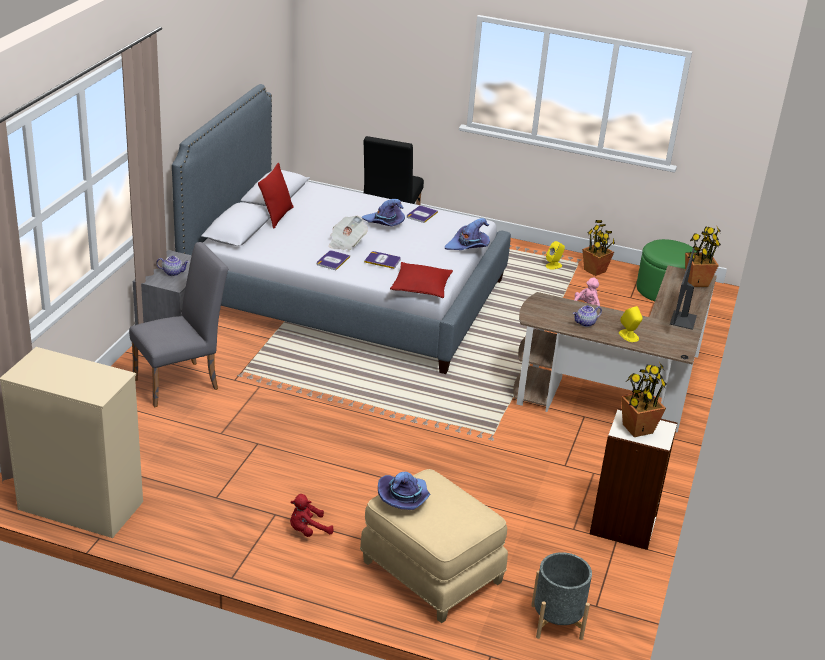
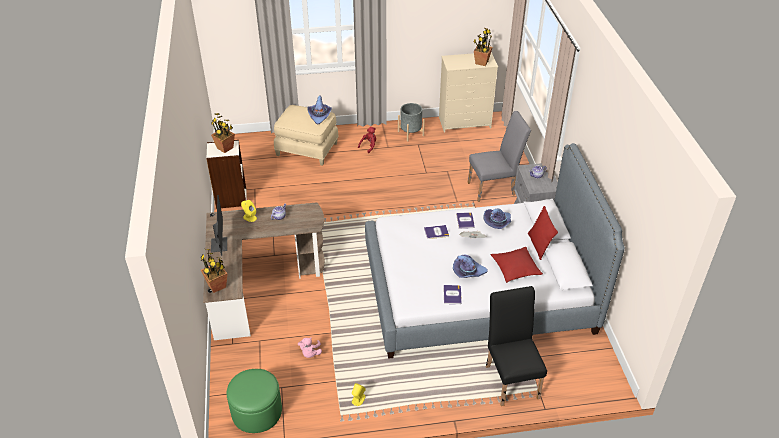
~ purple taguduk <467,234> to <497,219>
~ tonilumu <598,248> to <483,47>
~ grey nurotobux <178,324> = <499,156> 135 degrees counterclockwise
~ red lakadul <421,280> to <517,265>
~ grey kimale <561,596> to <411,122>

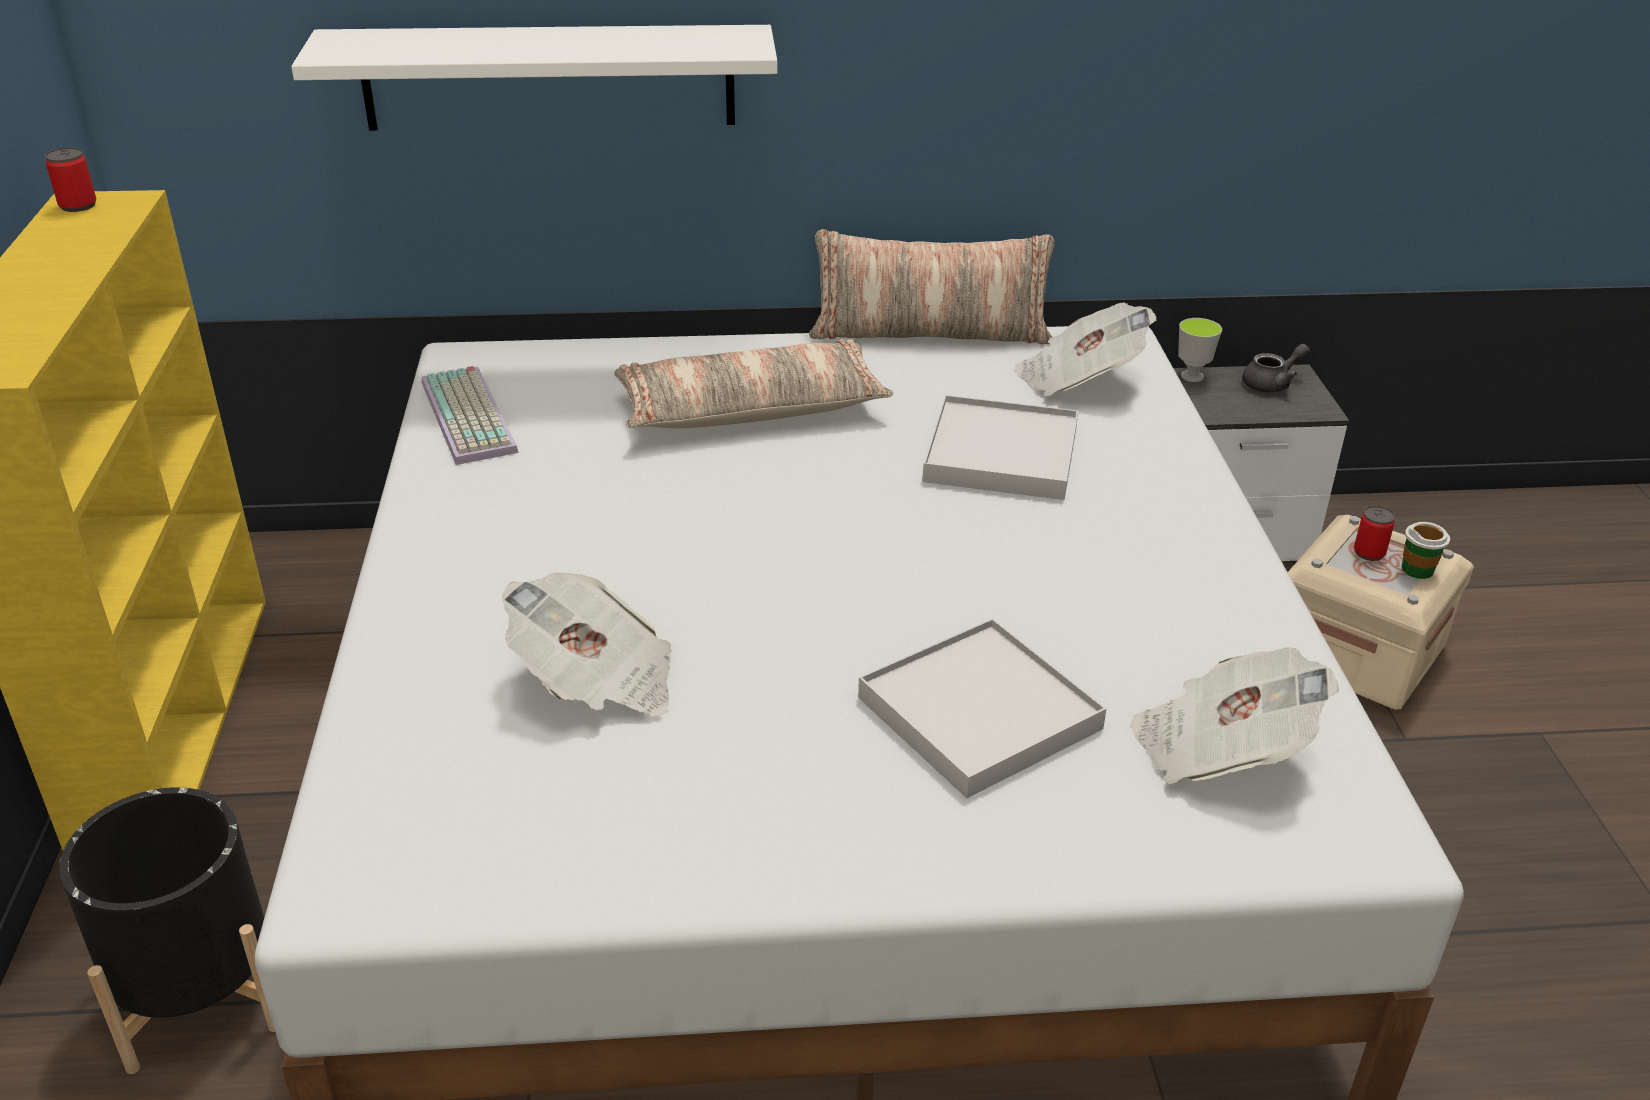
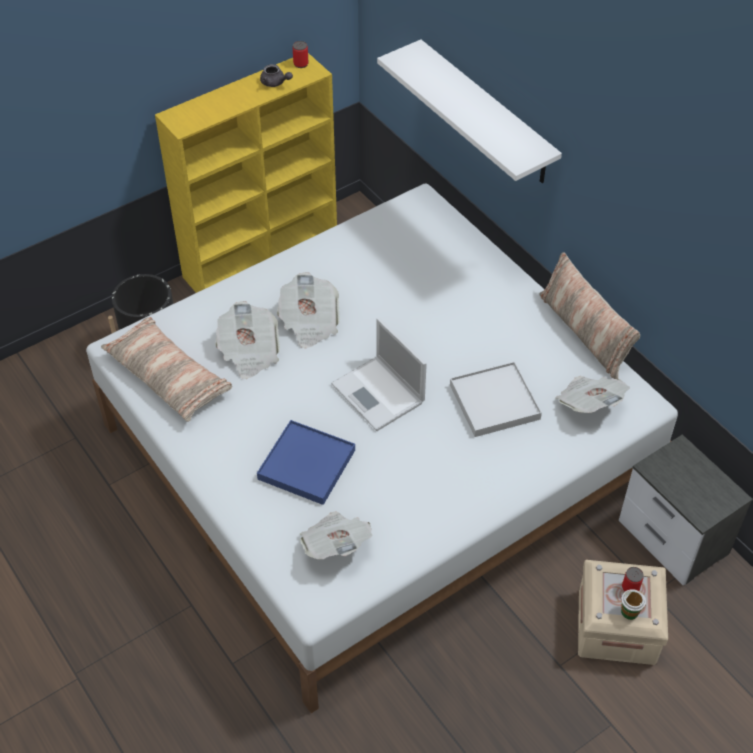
- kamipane <1200,350>
~ lakadul <753,383> to <166,369>
~ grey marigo <1276,368> to <276,75>
- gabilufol <470,415>
~ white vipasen <982,708> to blue vipasen <306,462>
+ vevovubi <308,310>
+ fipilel <379,374>

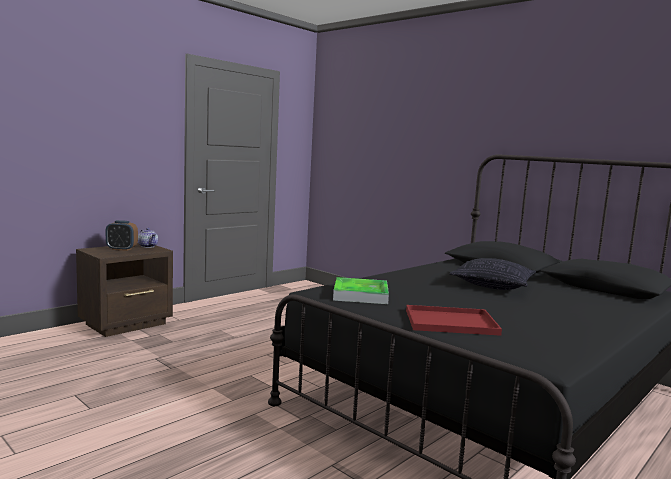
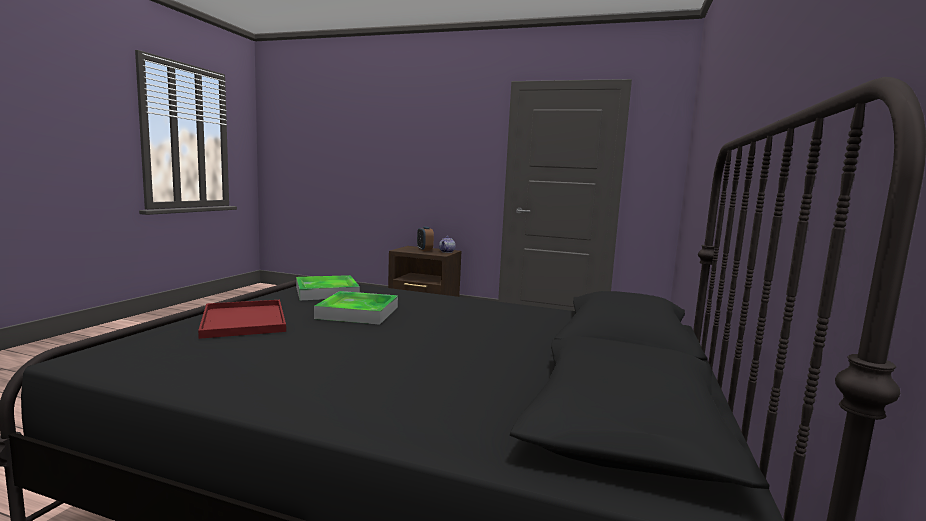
- lakadul <492,274>
+ vipasen <356,308>

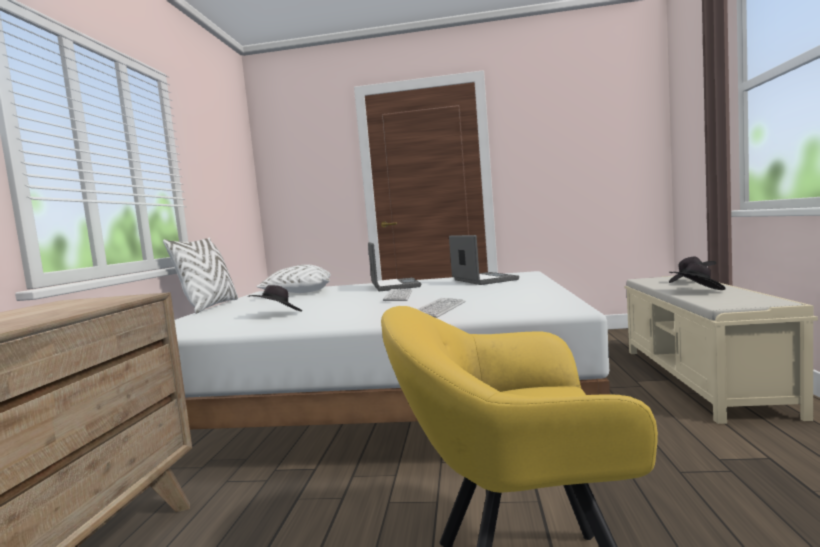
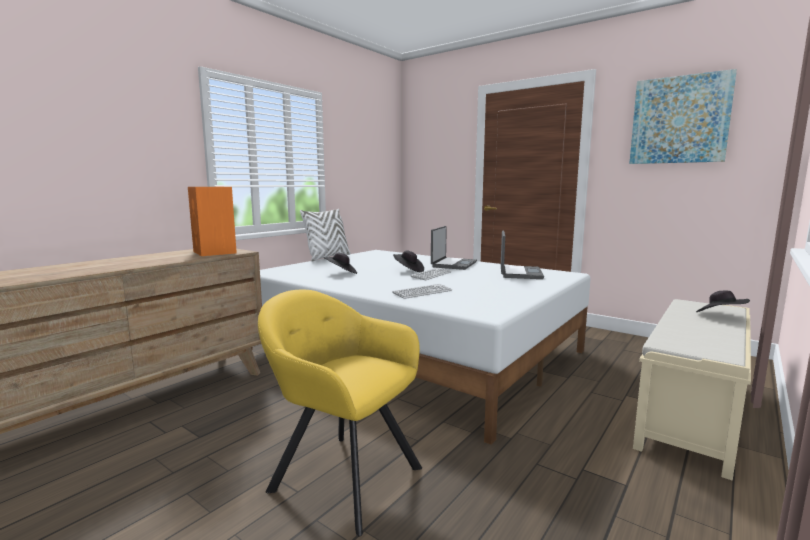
~ black taguduk <697,276> to <408,261>
- white lakadul <293,279>
+ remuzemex <683,116>
+ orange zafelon <212,221>

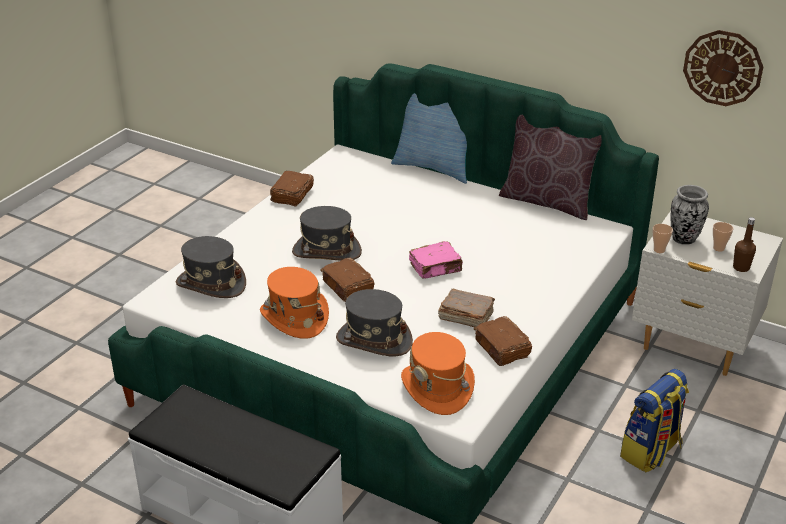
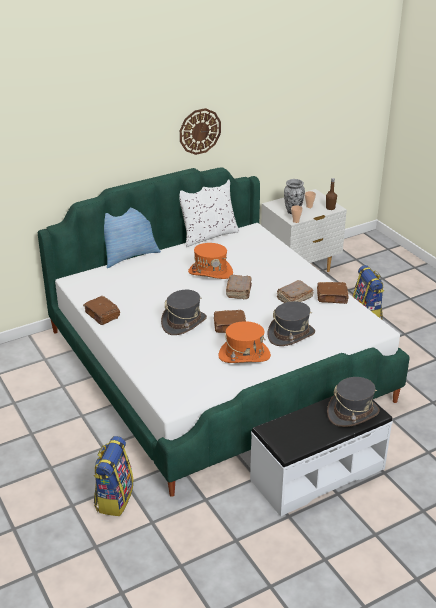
~ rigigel <723,68> to <200,131>
~ brown lakadul <550,167> to white lakadul <209,213>
~ grey taguduk <211,267> to <353,402>
~ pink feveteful <436,259> to brown feveteful <239,287>
~ orange taguduk <438,373> to <210,261>
+ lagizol <114,476>

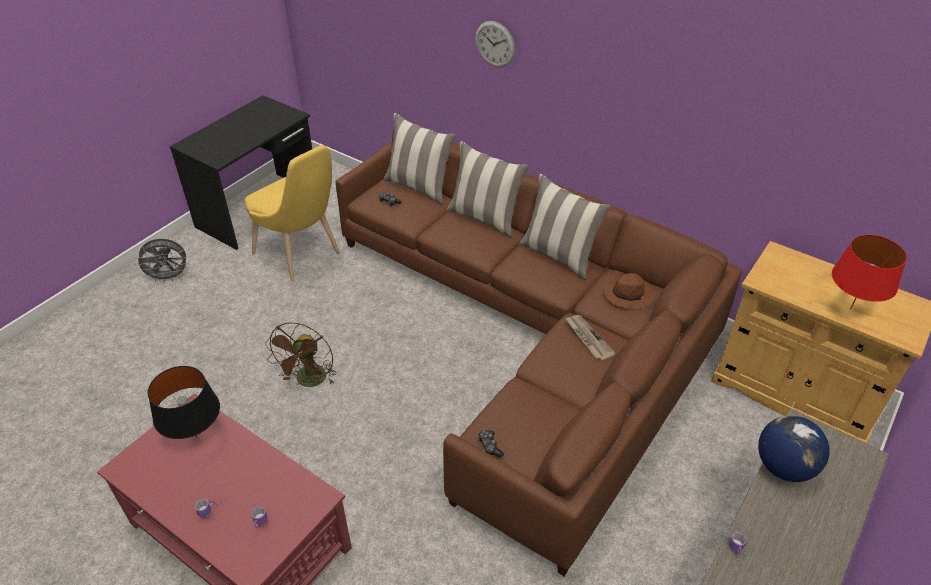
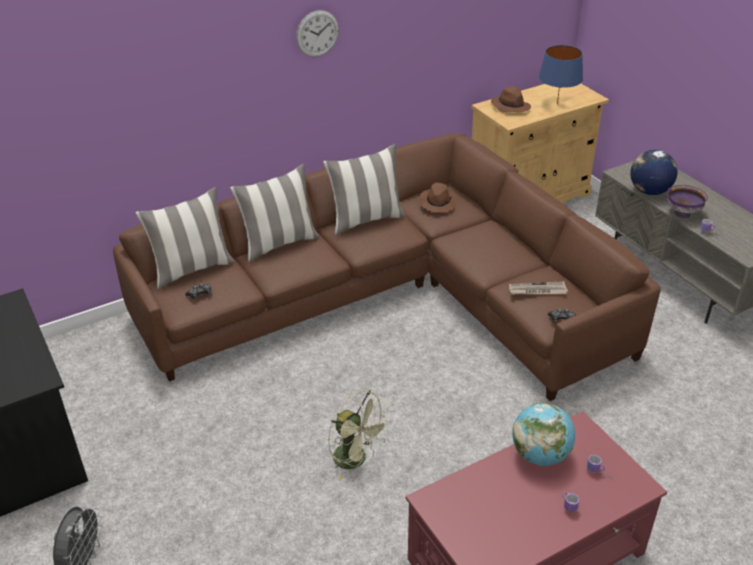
~ rigigel <495,44> to <317,33>
- yellow nurotobux <292,213>
~ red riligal <869,272> to blue riligal <560,74>
~ vevovubi <590,337> to <538,288>
~ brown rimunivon <301,355> to green rimunivon <359,435>
- black riligal <184,402>
+ brown taguduk <511,99>
+ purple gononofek <687,201>
+ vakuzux <543,434>

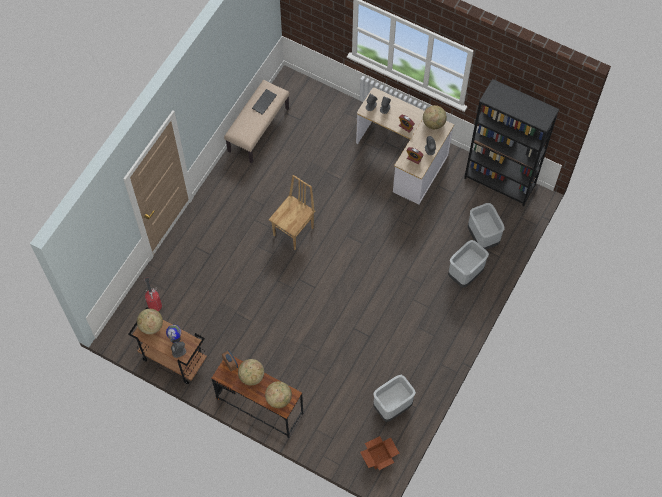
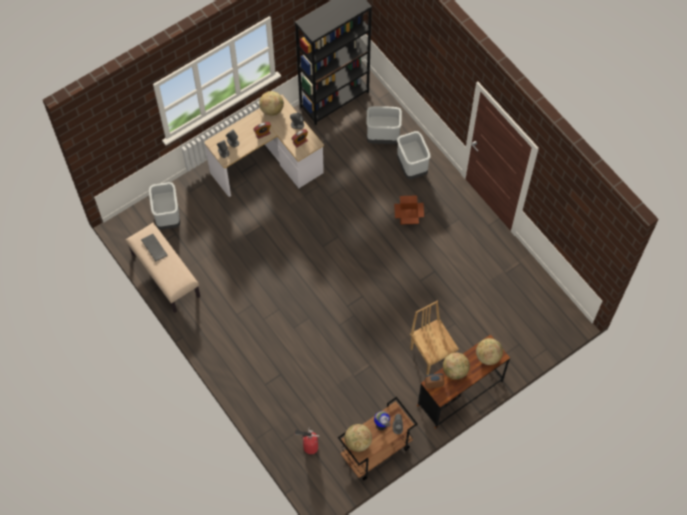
~ brown nurotobux <292,212> to <434,338>
~ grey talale <394,398> to <164,206>
~ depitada <380,453> to <409,209>

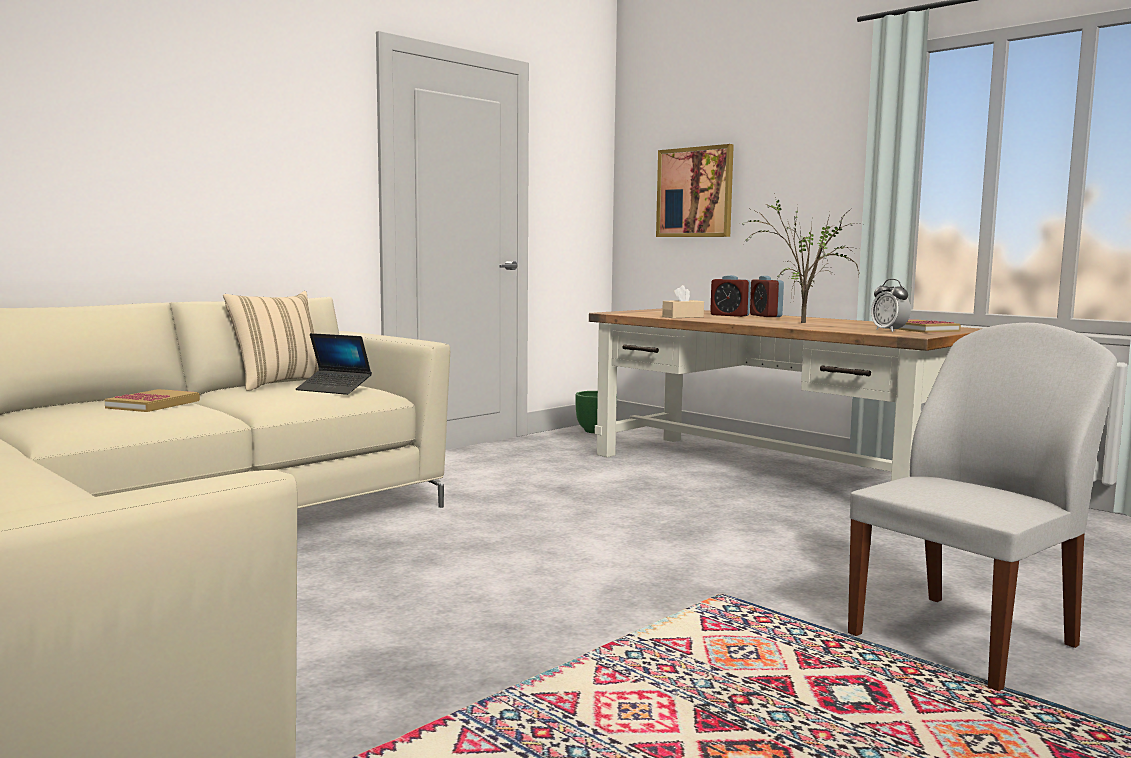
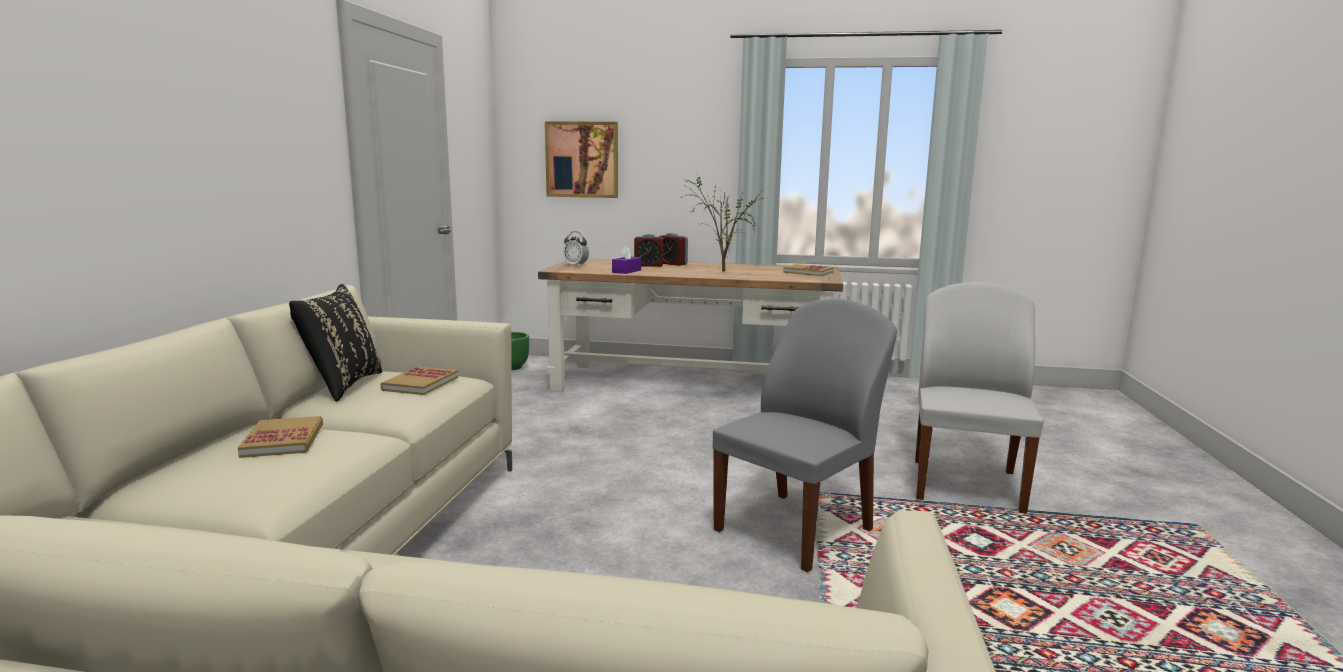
~ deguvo <891,305> to <576,249>
~ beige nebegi <683,301> to purple nebegi <626,260>
~ beige lakadul <271,341> to black lakadul <335,343>
~ fipilel <334,364> to feveteful <419,380>
+ grey nurotobux <805,435>

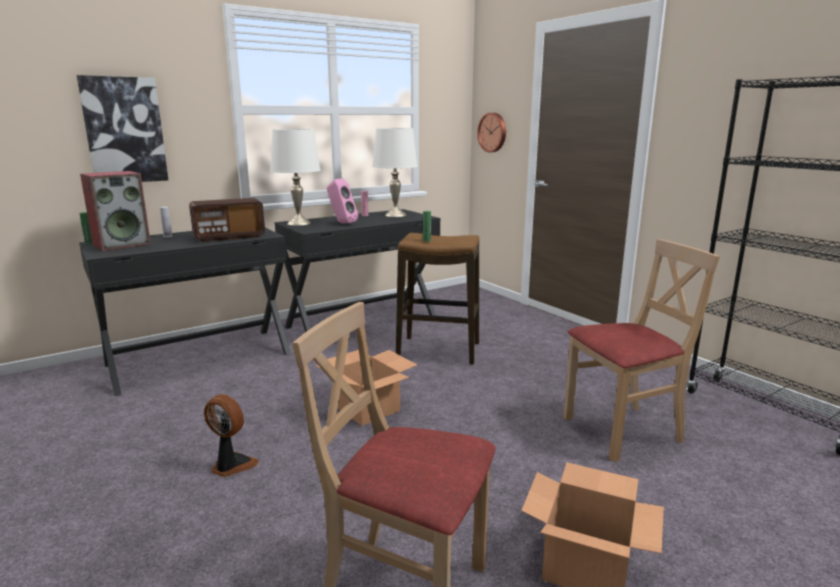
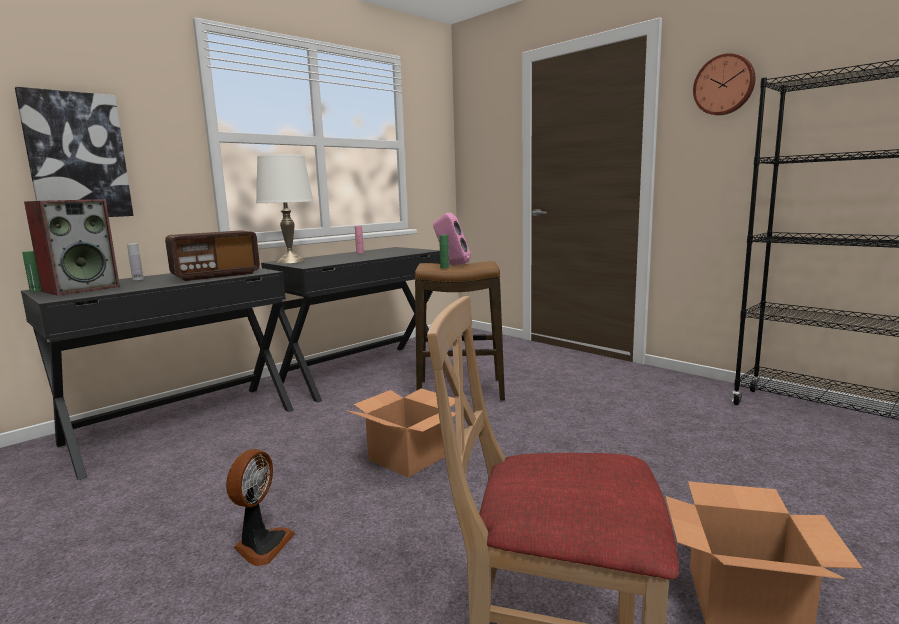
~ rigigel <491,132> to <724,84>
- white riligal <395,172>
~ pink zafelon <342,201> to <452,239>
- beige nurotobux <641,350>
~ rimunivon <231,435> = <260,507> 90 degrees clockwise

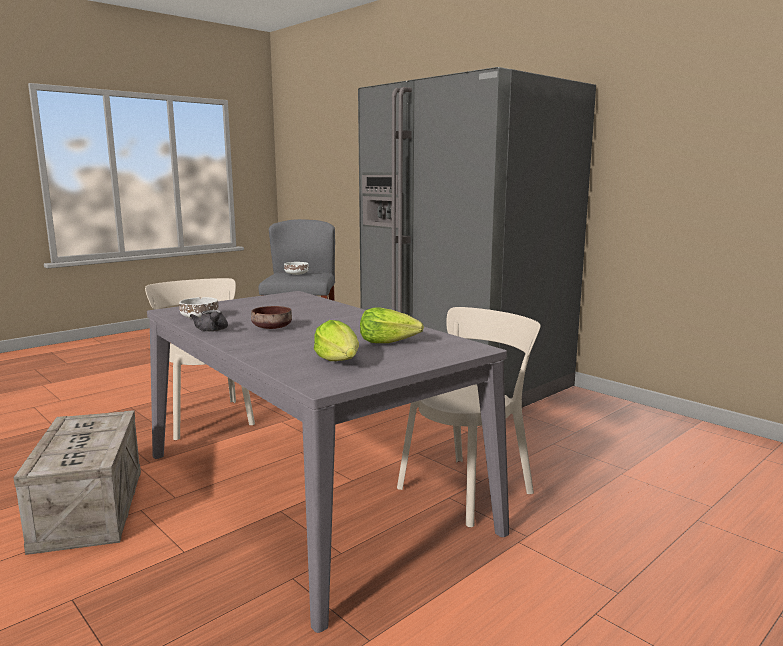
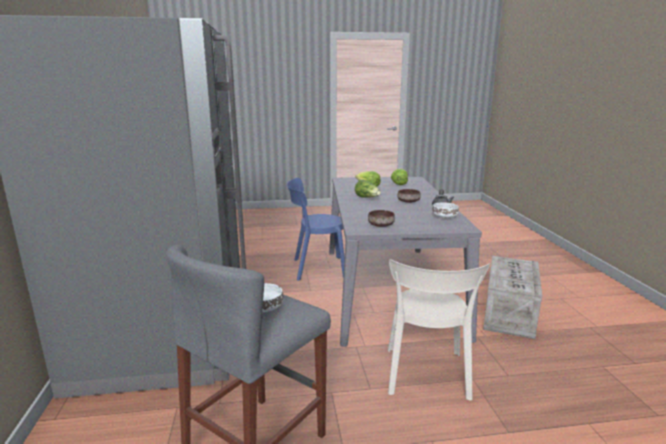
~ beige nurotobux <469,417> to blue nurotobux <316,229>
+ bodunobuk <368,188>
+ brown gononofek <381,218>

